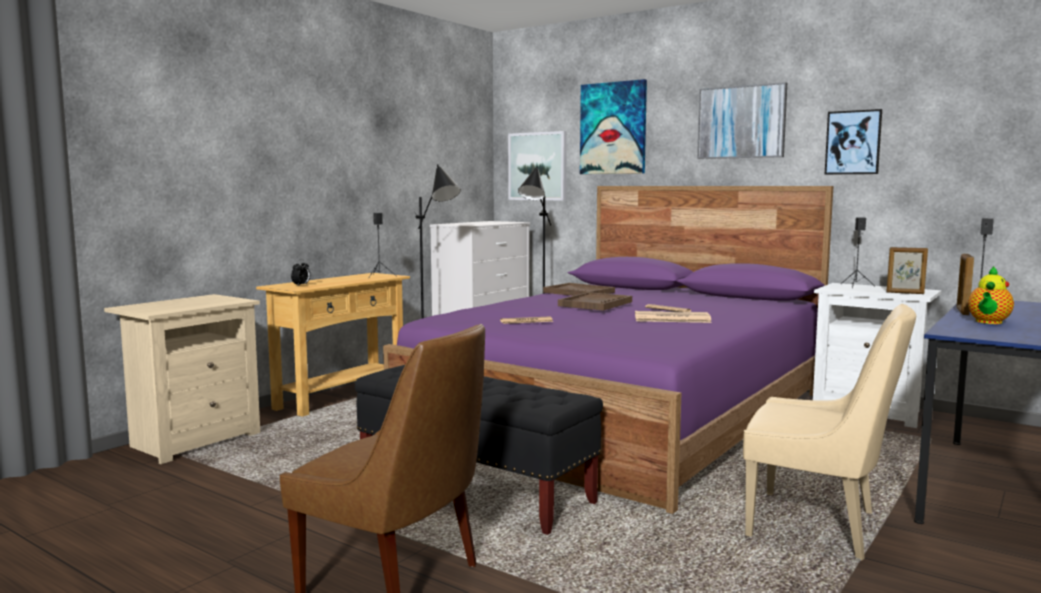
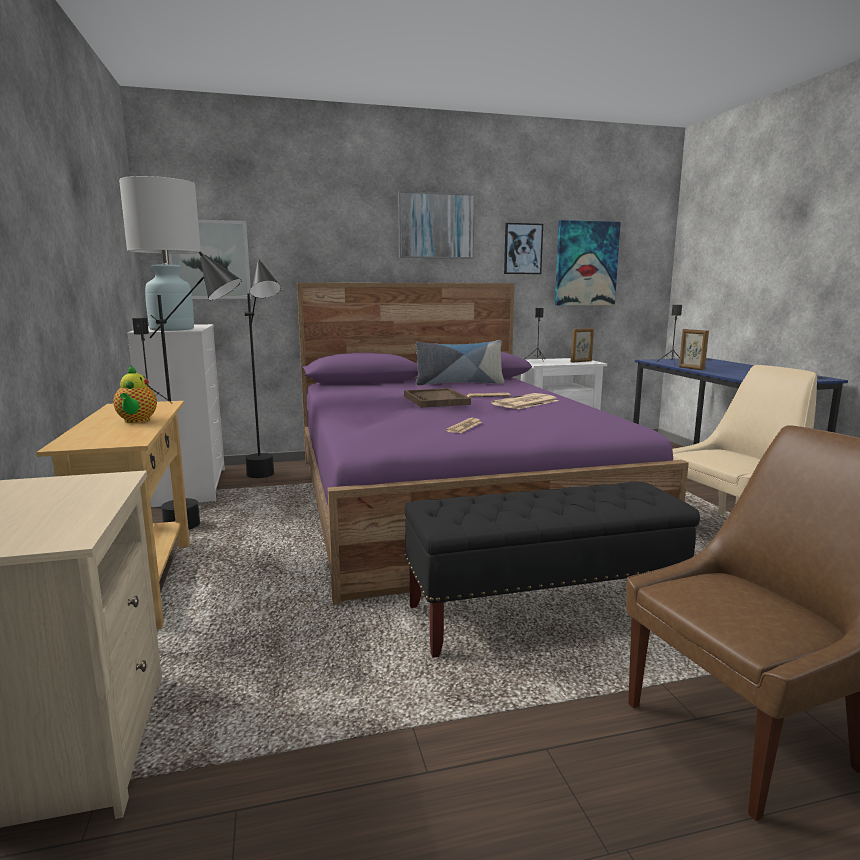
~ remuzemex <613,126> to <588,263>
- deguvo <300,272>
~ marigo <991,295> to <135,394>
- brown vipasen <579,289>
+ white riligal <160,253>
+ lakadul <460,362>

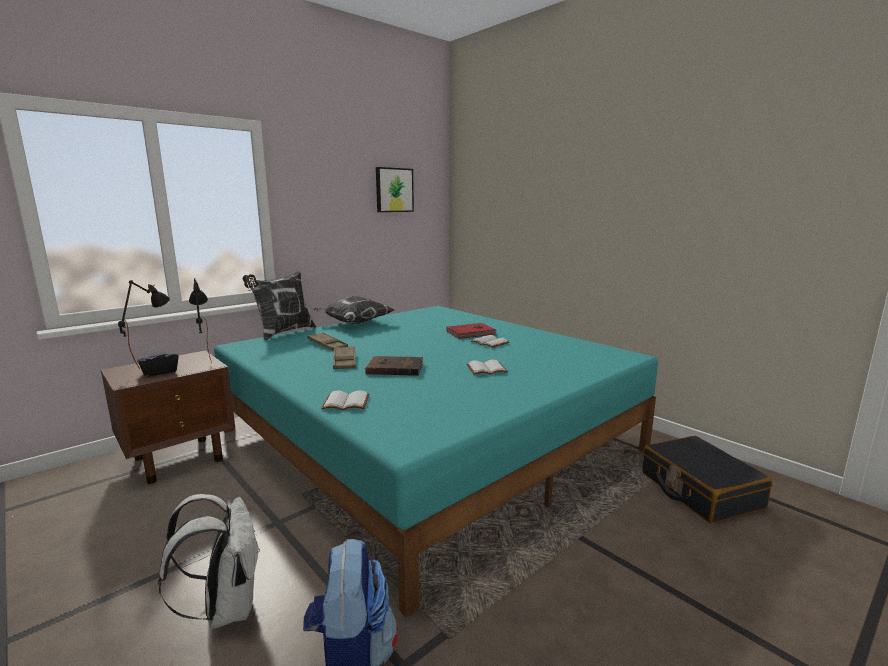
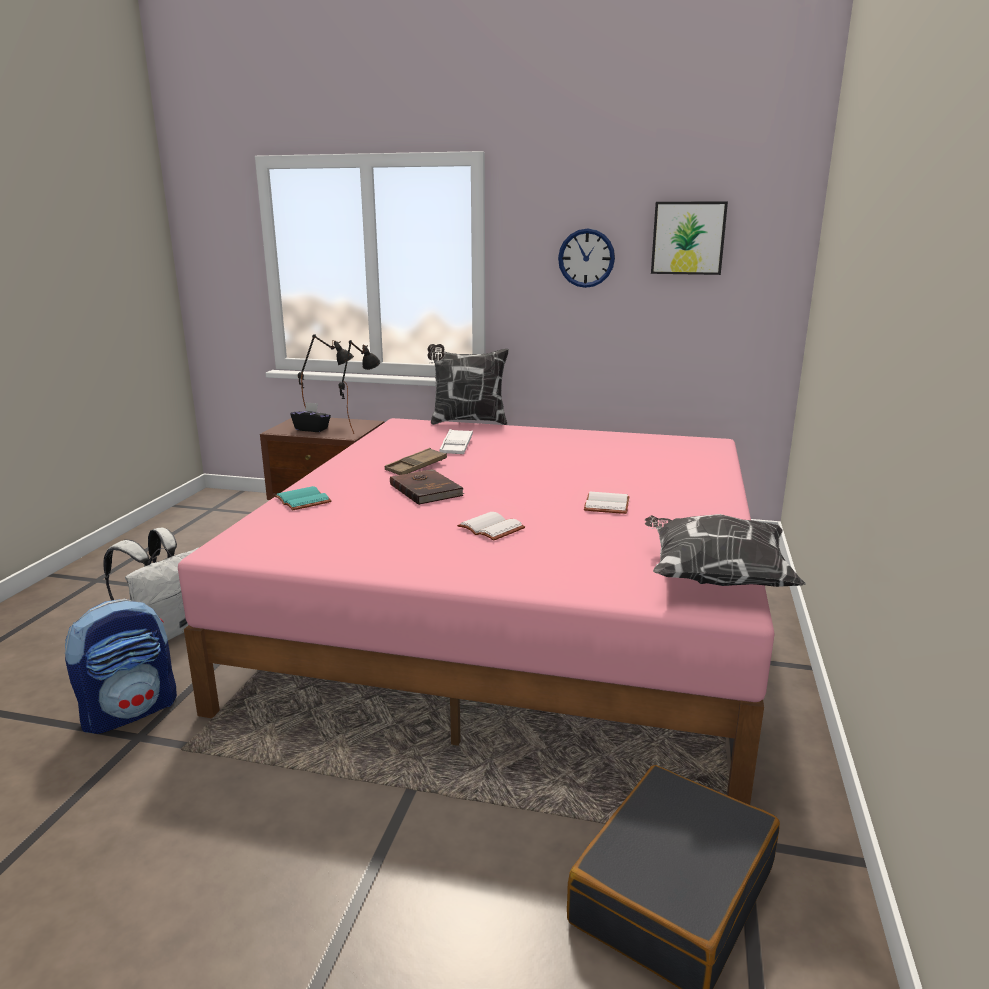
~ lakadul <353,310> to <725,550>
~ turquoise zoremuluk <436,461> to pink zoremuluk <476,611>
- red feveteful <471,331>
~ brown vipasen <327,342> to white vipasen <456,441>
~ white feveteful <345,400> to turquoise feveteful <303,498>
+ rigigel <586,258>

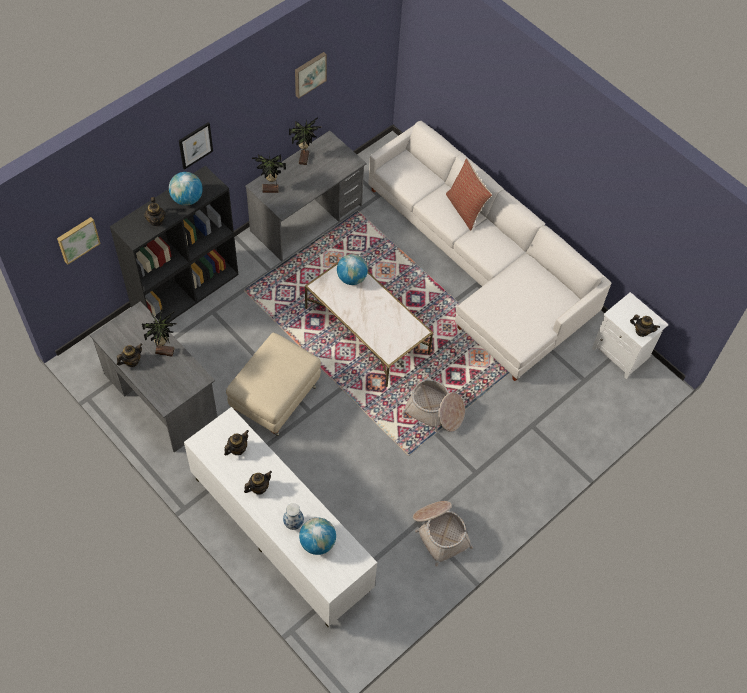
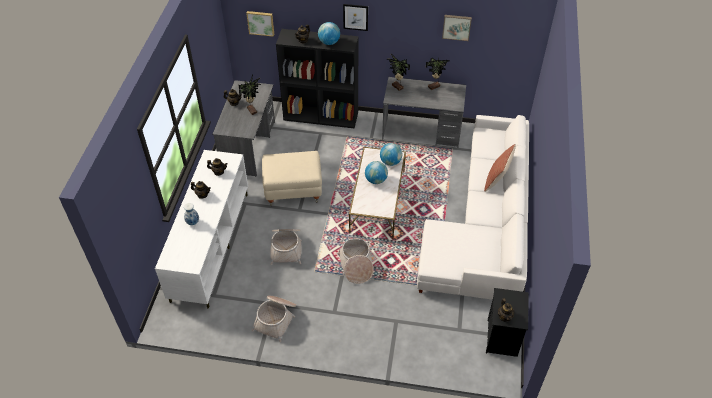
~ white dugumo <630,335> to black dugumo <507,322>
~ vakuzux <317,536> to <376,172>
+ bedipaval <286,247>

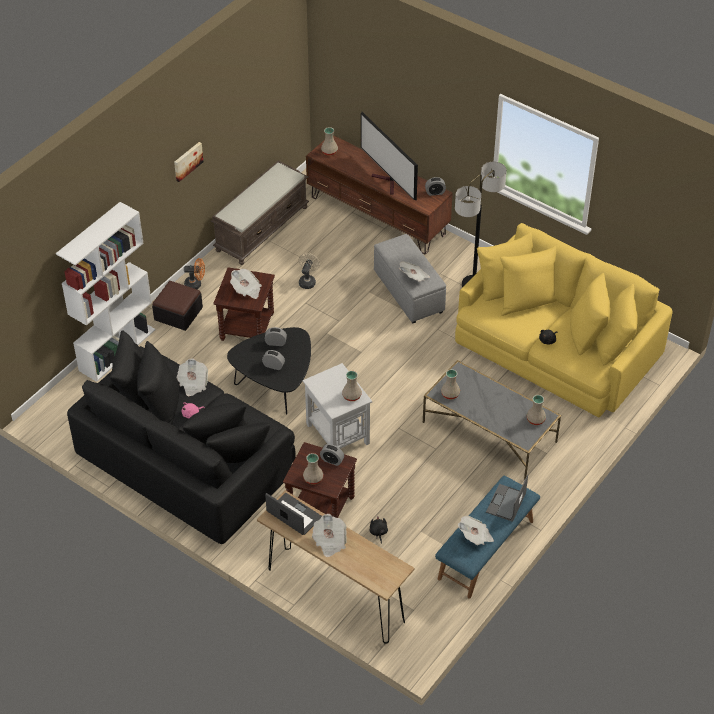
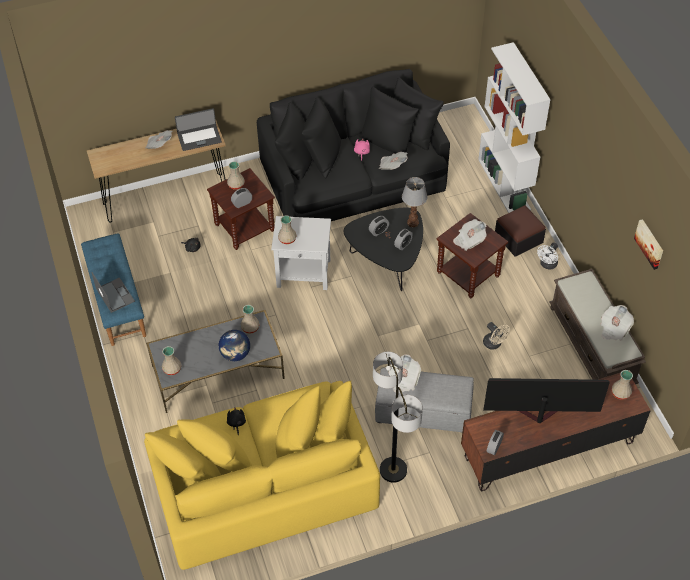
~ remuzemex <188,162> to <648,244>
~ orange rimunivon <194,273> to white rimunivon <547,256>
~ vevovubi <476,530> to <617,323>
+ riligal <415,202>
+ vakuzux <234,345>

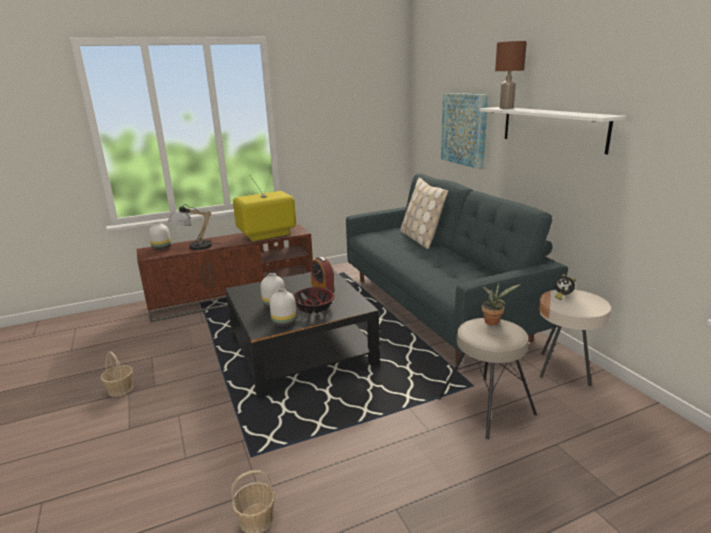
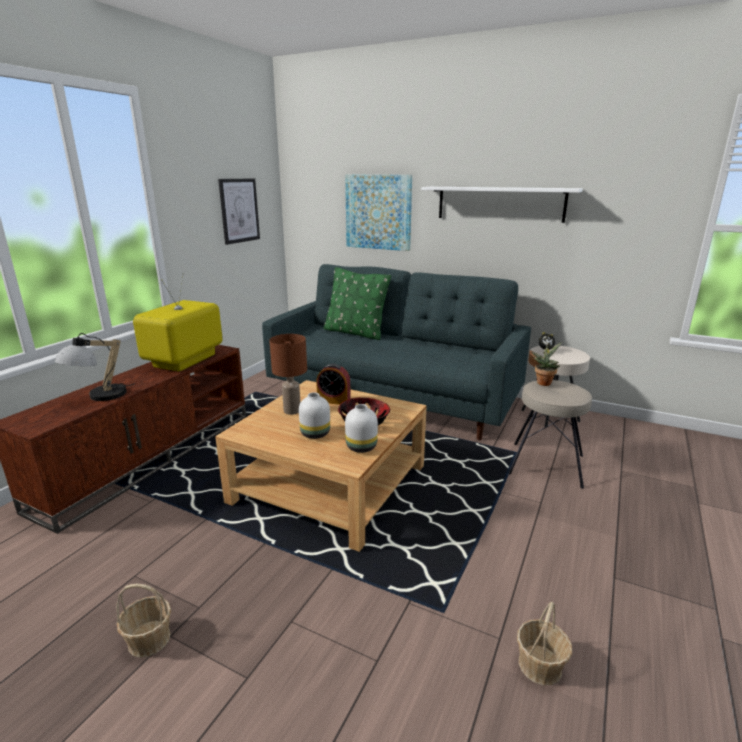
~ brown riligal <511,75> to <288,374>
~ beige lakadul <424,213> to green lakadul <357,303>
- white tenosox <160,236>
~ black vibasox <302,333> to beige vibasox <321,466>
+ remuzemex <239,211>

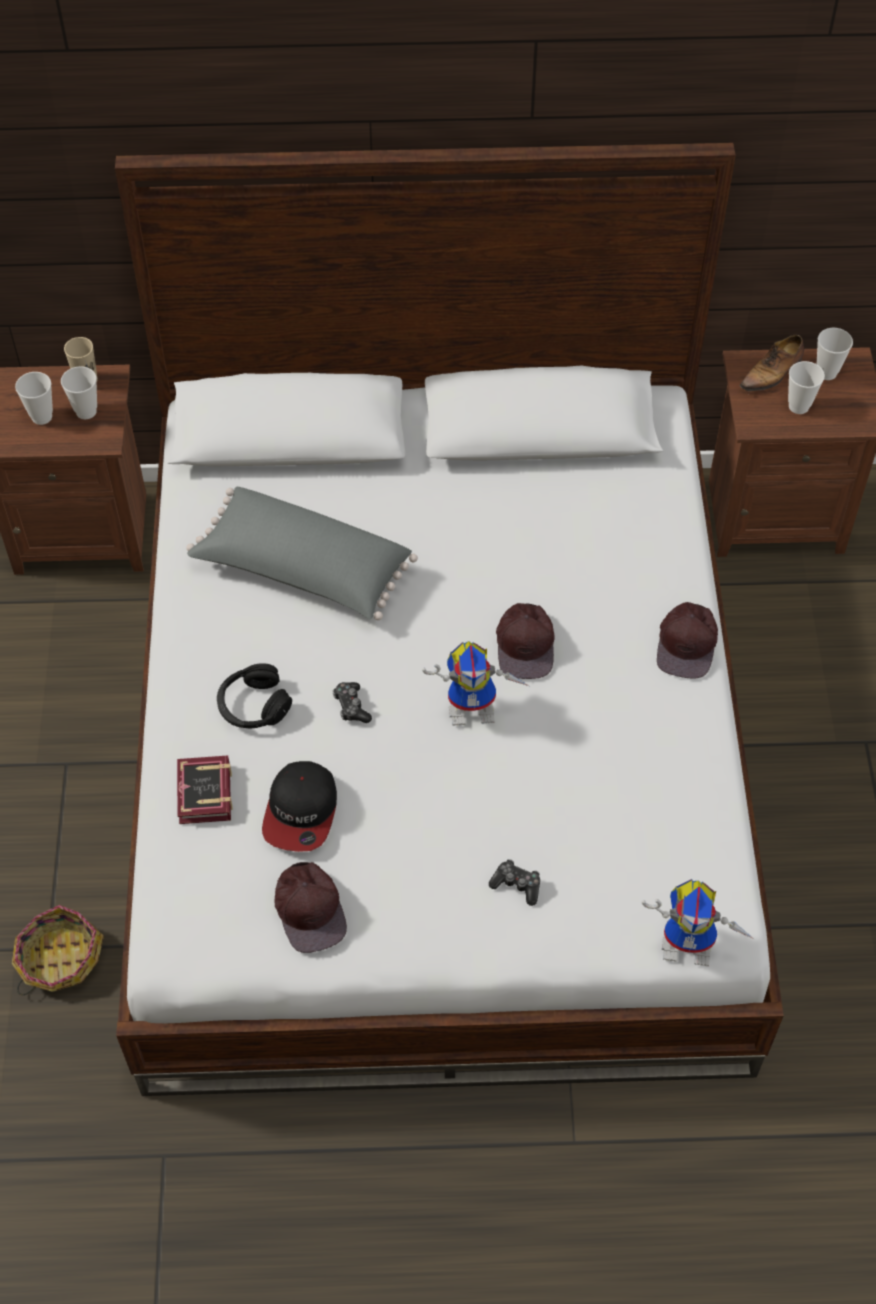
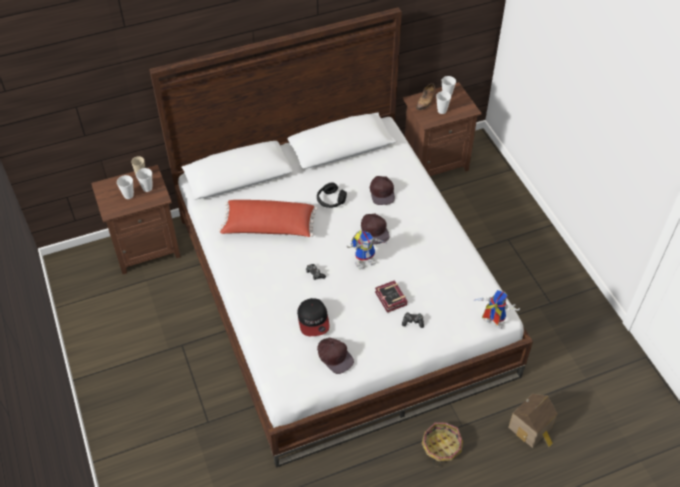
~ grey lakadul <302,553> to red lakadul <268,218>
~ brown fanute <687,640> to <382,190>
~ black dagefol <254,696> to <332,195>
~ feveteful <205,789> to <391,296>
~ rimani <698,922> = <497,309> 135 degrees counterclockwise
~ bedipaval <57,950> to <442,444>
+ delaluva <532,421>

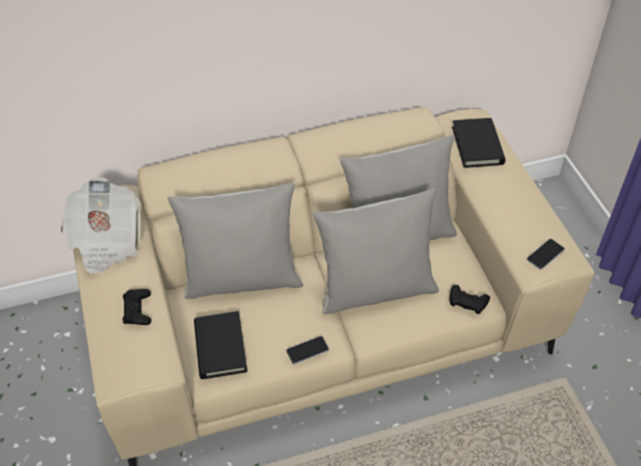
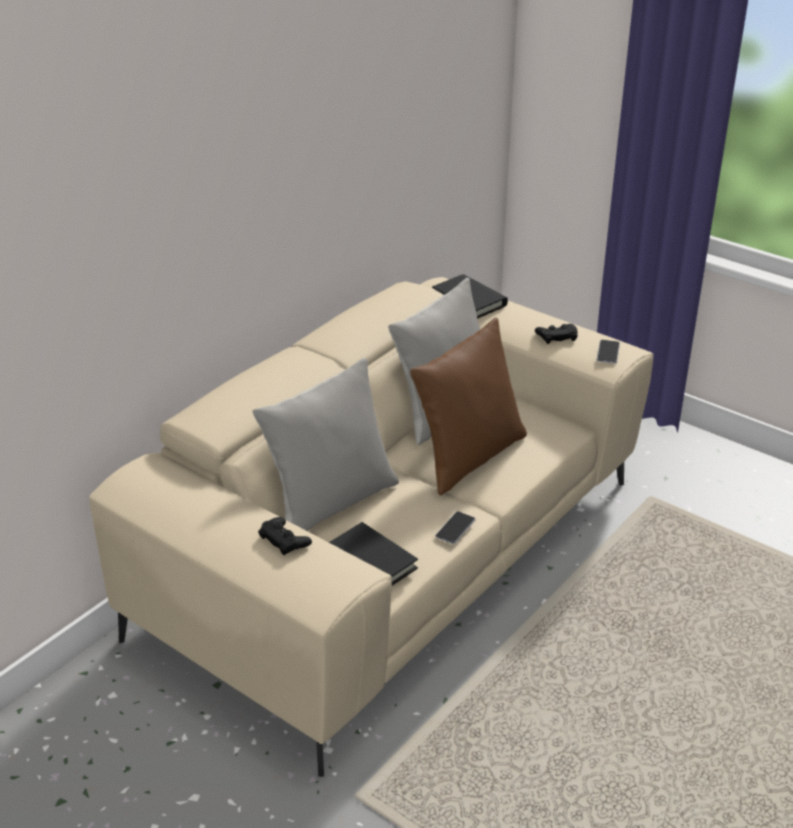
- vevovubi <100,225>
~ grey lakadul <376,251> to brown lakadul <468,406>
~ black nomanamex <470,299> to <556,334>

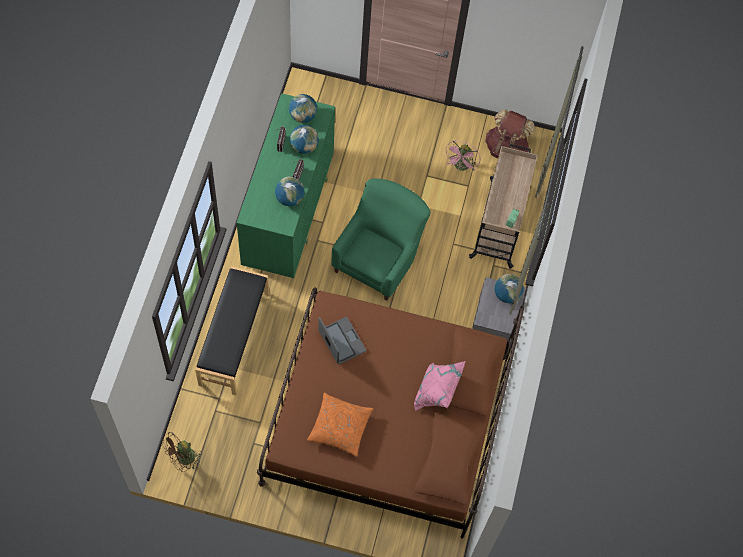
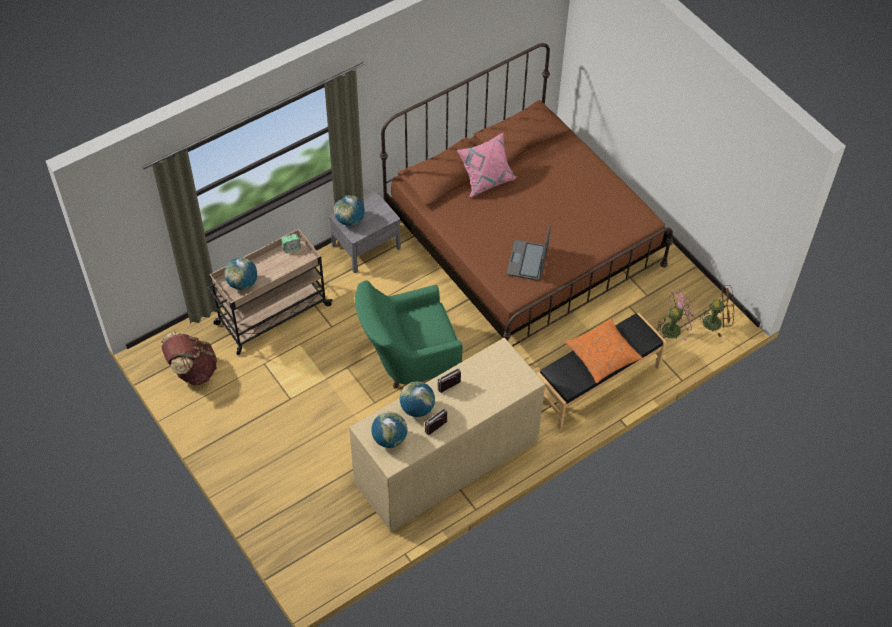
~ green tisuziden <286,185> to beige tisuziden <447,435>
~ pink rimunivon <462,156> to <677,315>
~ vakuzux <290,191> to <241,274>
~ orange lakadul <340,425> to <604,351>

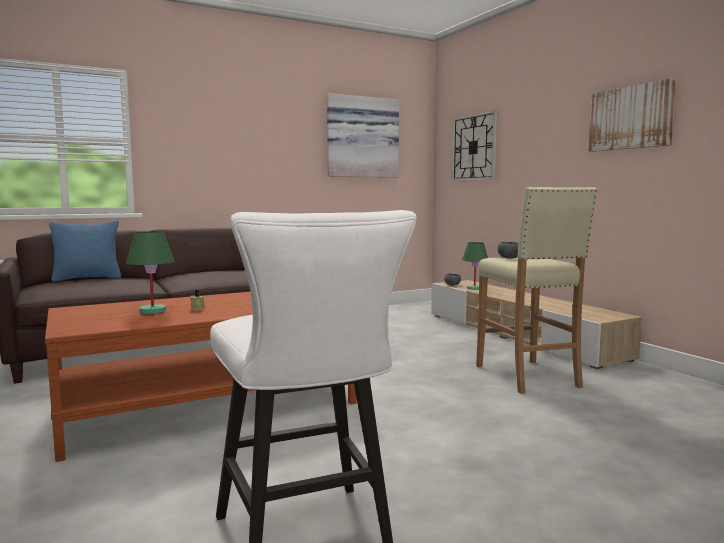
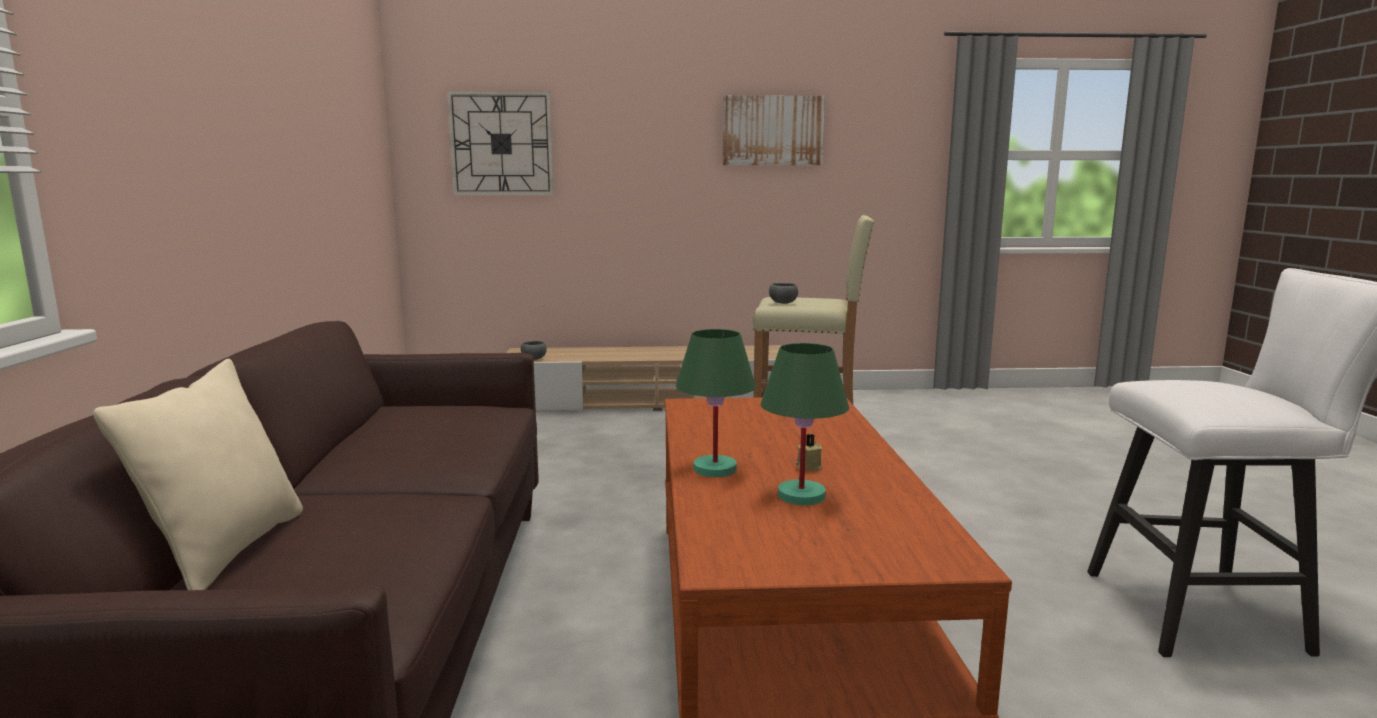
- remuzemex <363,135>
~ blue lakadul <85,251> to beige lakadul <198,474>
~ green riligal <475,266> to <716,403>

